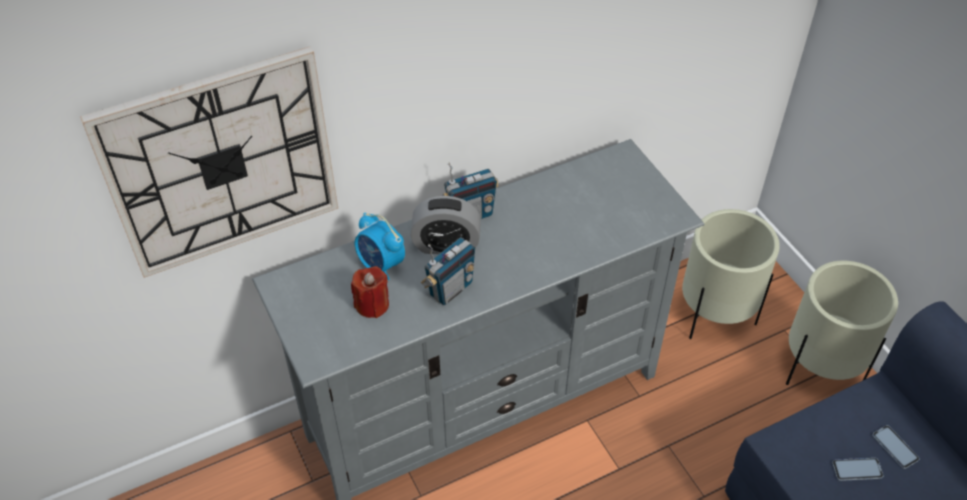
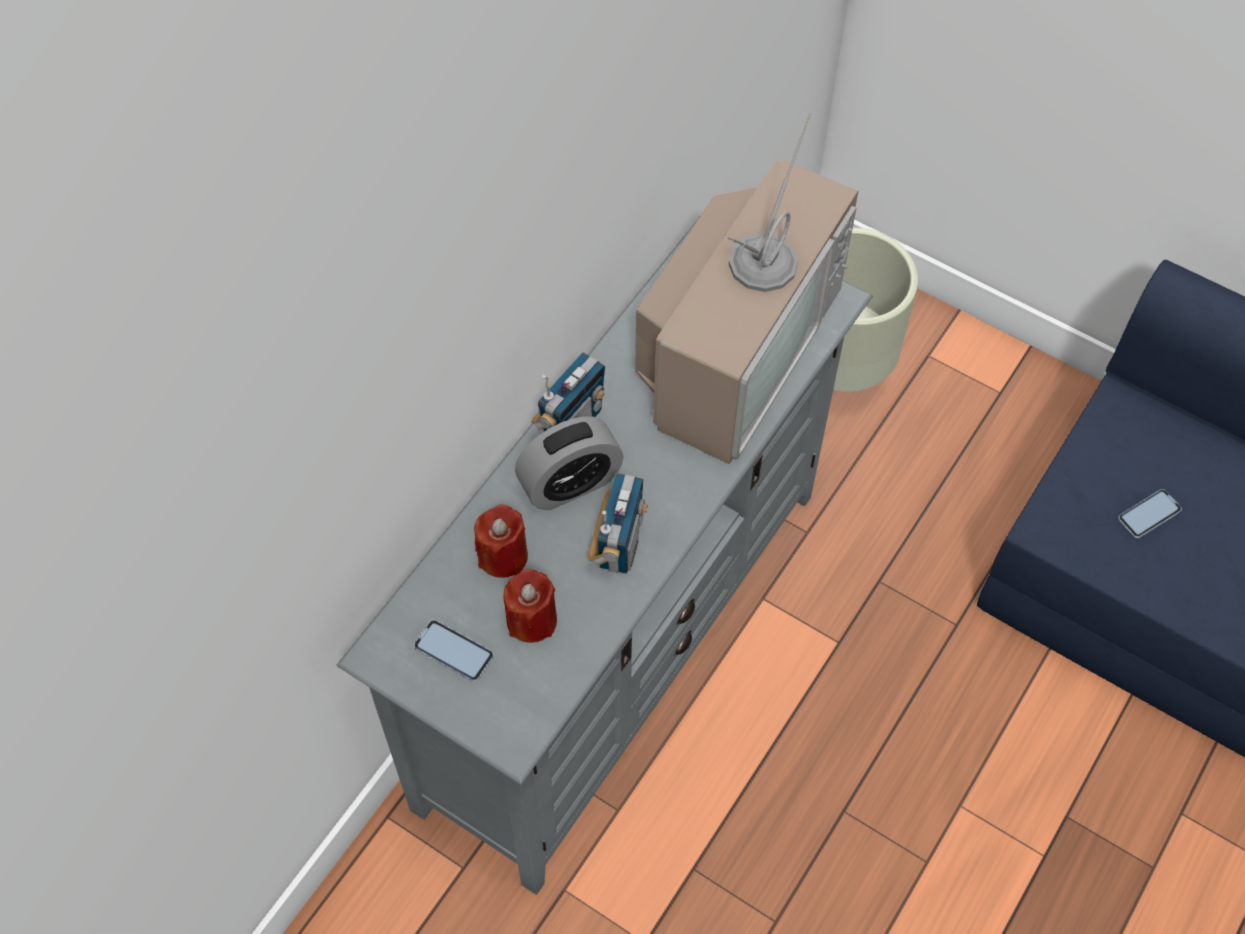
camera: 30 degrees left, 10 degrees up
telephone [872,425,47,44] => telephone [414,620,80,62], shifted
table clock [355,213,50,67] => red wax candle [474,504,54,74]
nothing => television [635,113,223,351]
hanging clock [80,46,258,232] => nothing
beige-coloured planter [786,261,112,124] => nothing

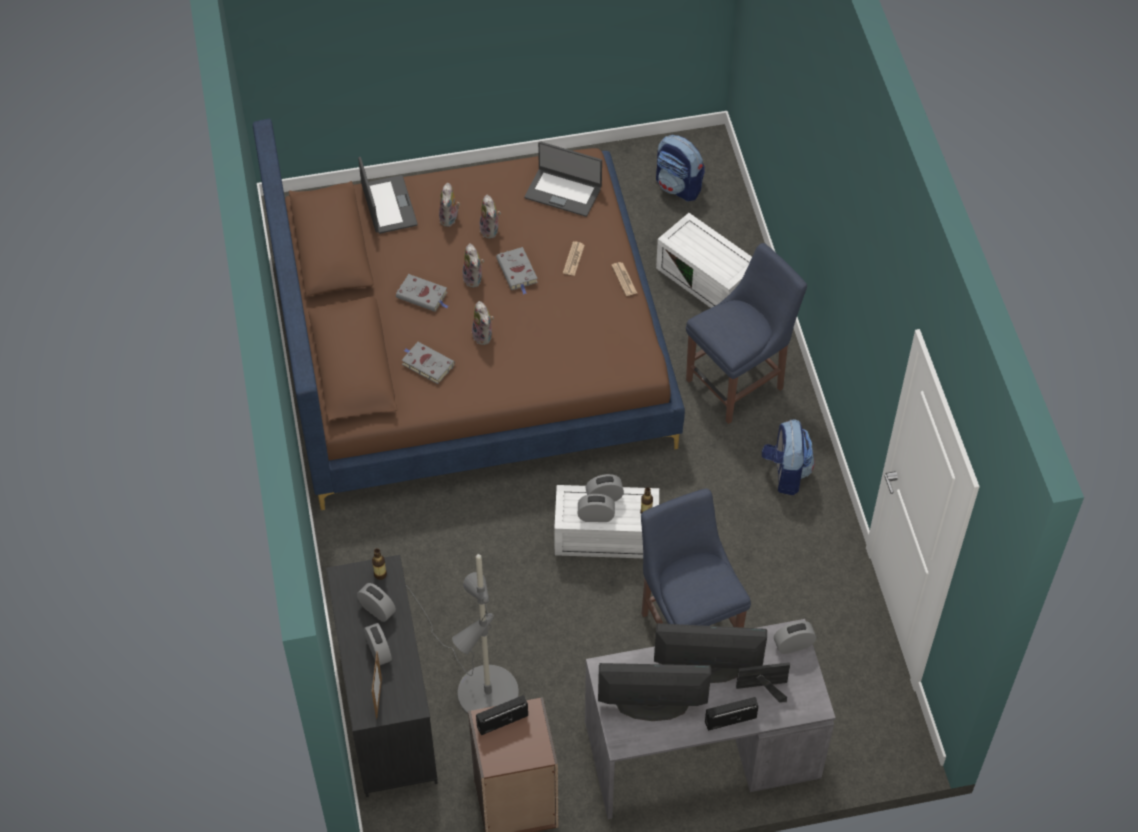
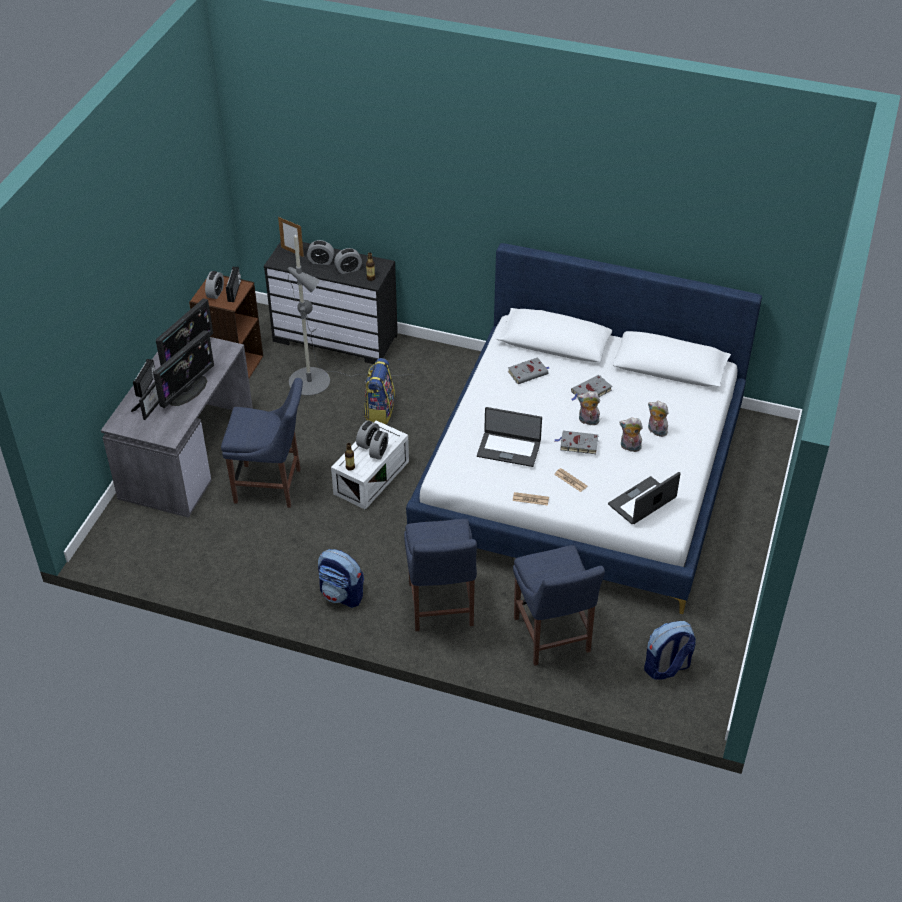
camera: 120 degrees right, 10 degrees down
table clock [774,621,42,33] => table clock [205,271,19,28], shifted
nothing => knapsack [364,358,31,66]
brown-coloured bed [253,119,432,391] => white bed [406,243,356,371]
laptop [358,157,60,77] => laptop [477,407,65,60], shifted
white storage box [656,213,96,95] => bluish plain chair [513,545,92,121]
cuddly toy [472,301,22,44] => nothing

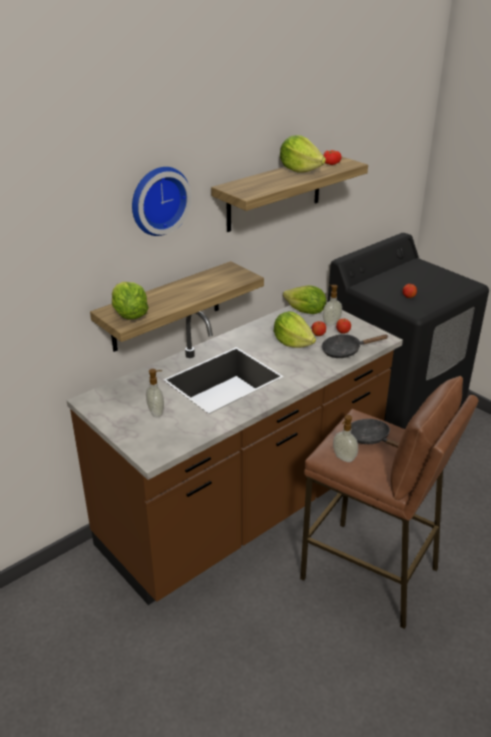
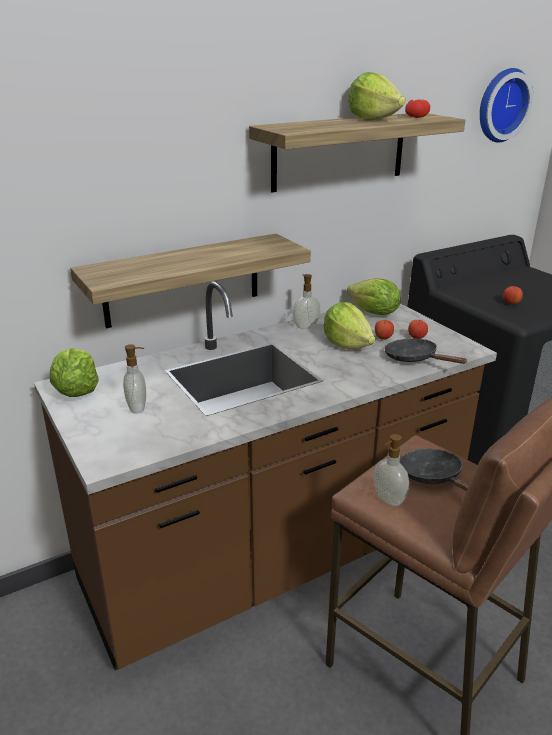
camera: 10 degrees right, 5 degrees down
head of lettuce [112,282,37,38] => head of lettuce [50,348,49,49], shifted
soap bottle [323,285,19,41] => soap bottle [293,274,27,55], shifted
blackish frying pan [322,334,66,24] => blackish frying pan [384,338,84,26], 45 degrees clockwise
hanging clock [132,167,59,69] => hanging clock [480,68,53,75], shifted

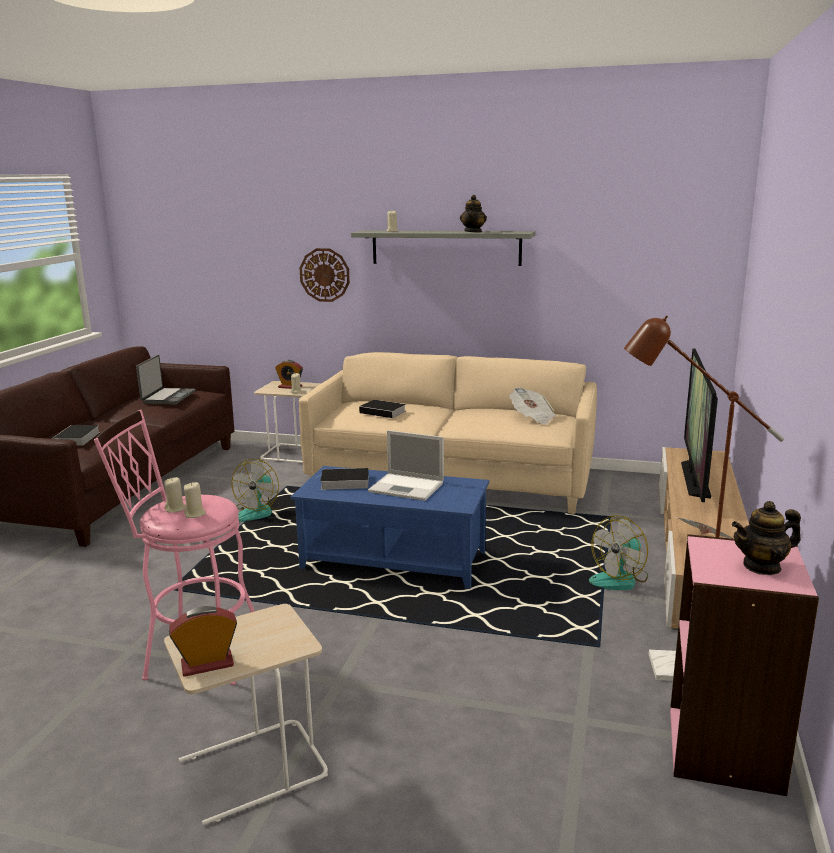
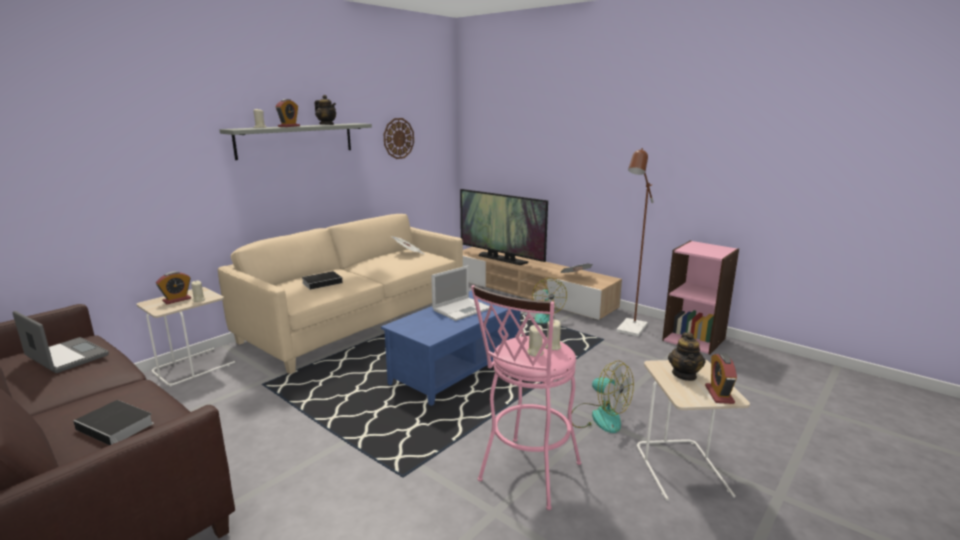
camera: 65 degrees left, 0 degrees up
nothing => table clock [276,99,24,28]
hanging clock [299,248,51,54] => hanging clock [384,118,30,41], shifted
electric fan [231,458,49,64] => electric fan [571,361,63,72], shifted
pot for tea [732,501,69,74] => pot for tea [668,332,37,49], shifted
book [315,468,54,22] => nothing

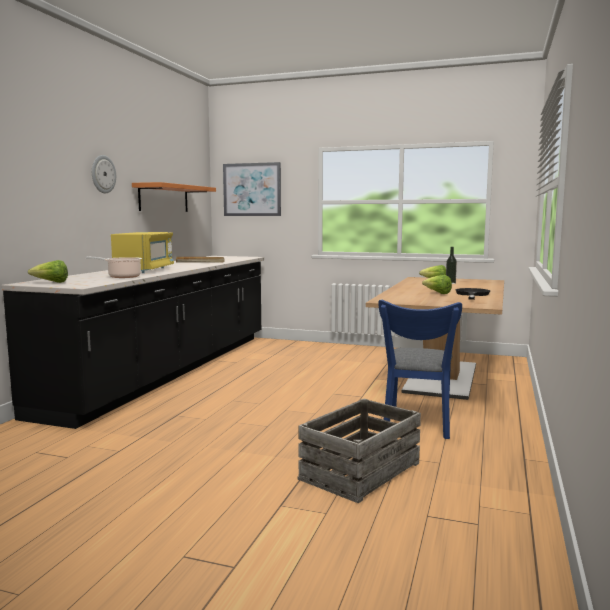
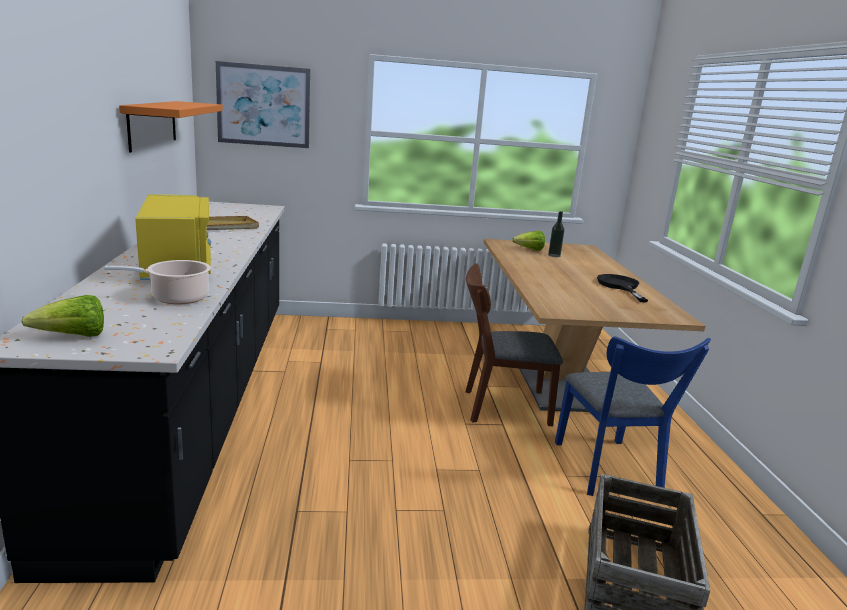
camera: 25 degrees left, 10 degrees up
nothing => brown-coloured plain chair [465,263,98,163]
hanging clock [92,155,24,38] => nothing
head of lettuce [422,275,30,19] => nothing

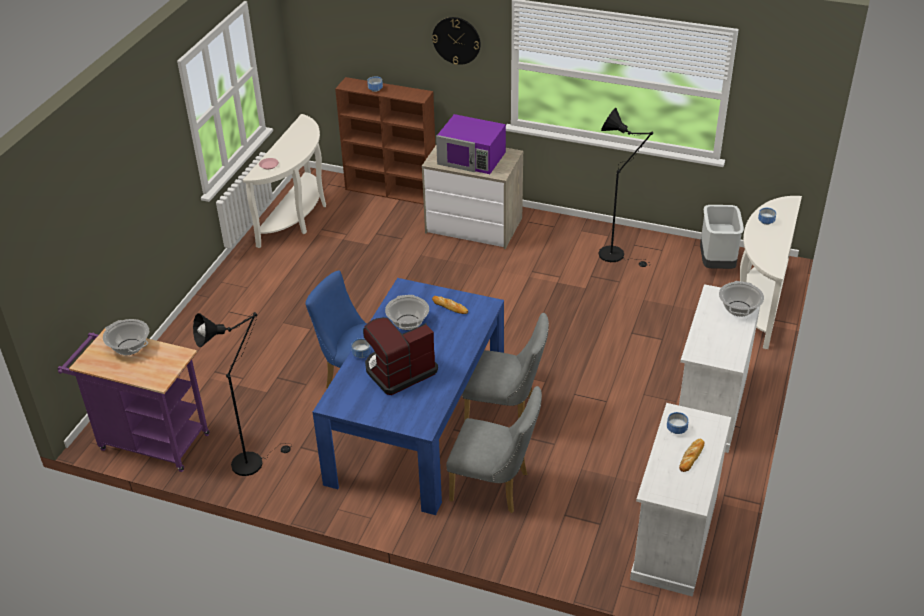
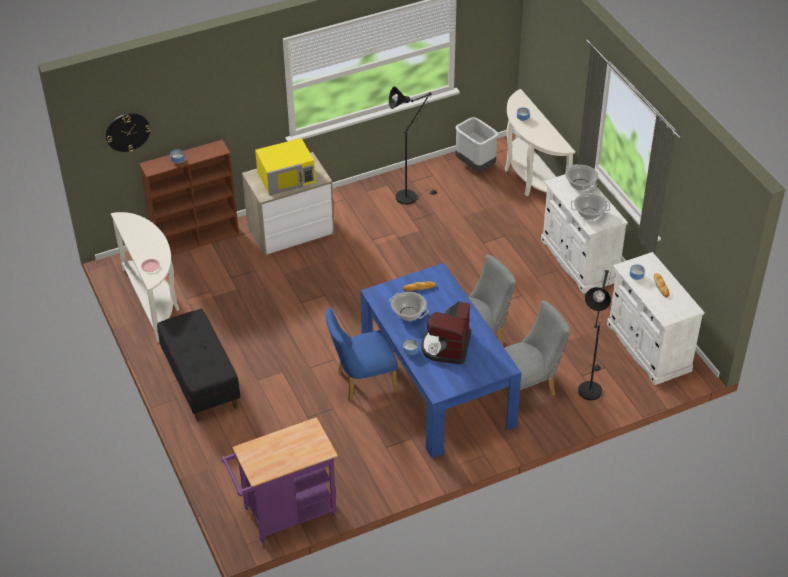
camera: 45 degrees left, 5 degrees up
hanging clock [432,17,48,48] => hanging clock [106,113,44,39], shifted
nothing => blackish long seat [157,309,83,112]
purplish microwave oven [436,114,70,60] => yellowish microwave oven [255,138,60,58]
saucepot [103,319,46,36] => saucepot [571,193,39,27], shifted
blackish standing lamp [193,312,99,164] => blackish standing lamp [578,270,33,130], shifted

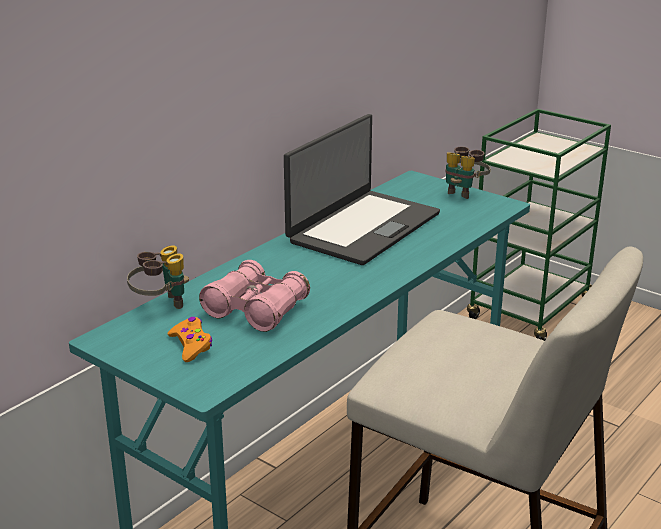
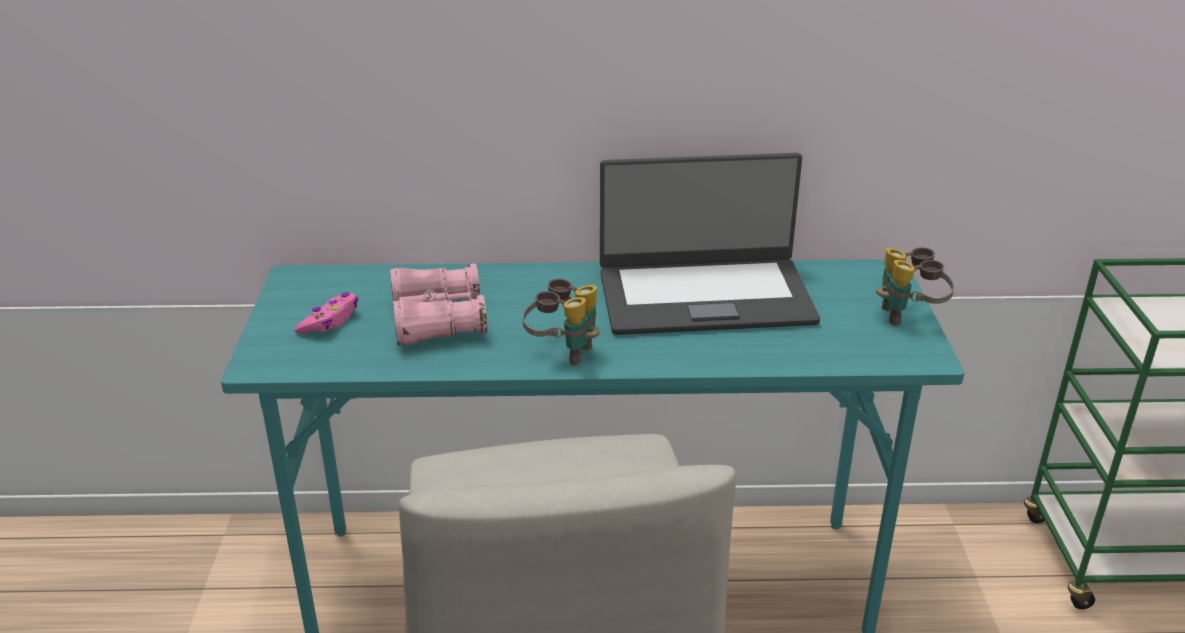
camera: 50 degrees right, 5 degrees up
orange-coloured game controller [168,317,44,45] => pink-coloured game controller [294,292,64,42]
binoculars [127,245,62,64] => binoculars [522,279,77,86], shifted

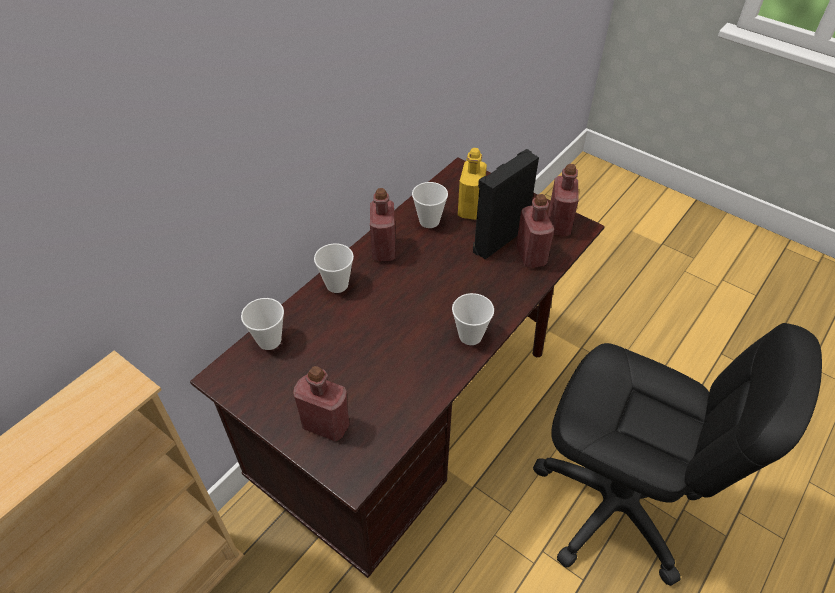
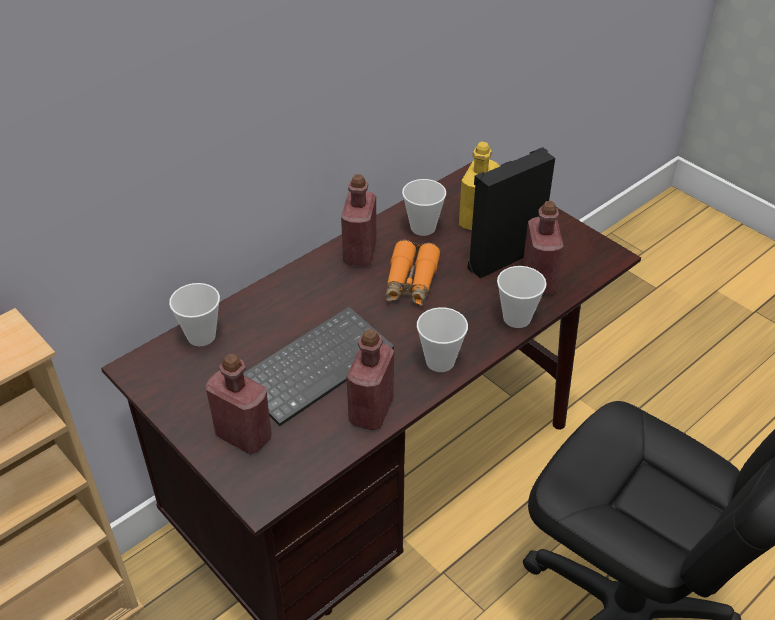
camera: 10 degrees right, 5 degrees down
nothing => PC keyboard [243,307,151,119]
red beverage bottle [548,164,31,72] => red beverage bottle [346,329,48,101], shifted
nothing => orange-coloured binoculars [385,240,56,66]
cup [314,243,40,50] => cup [497,266,50,62], shifted

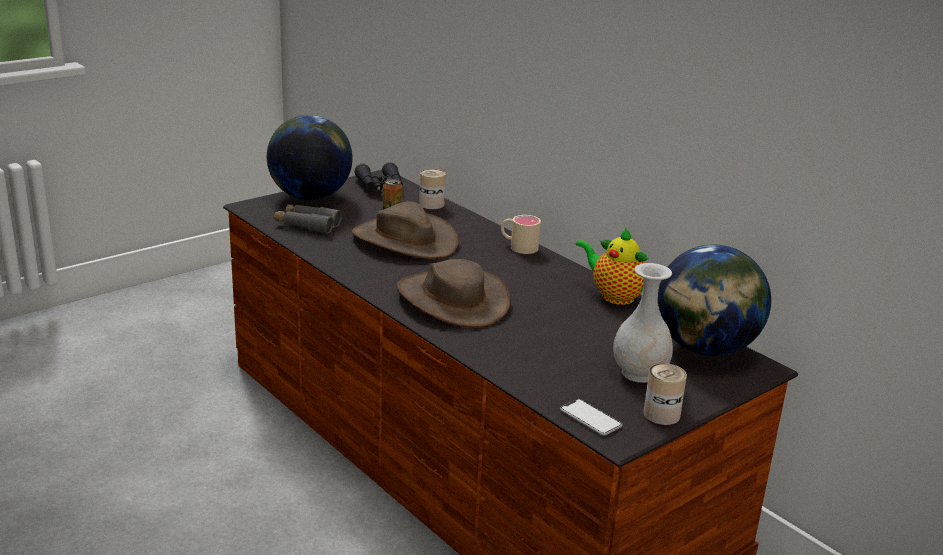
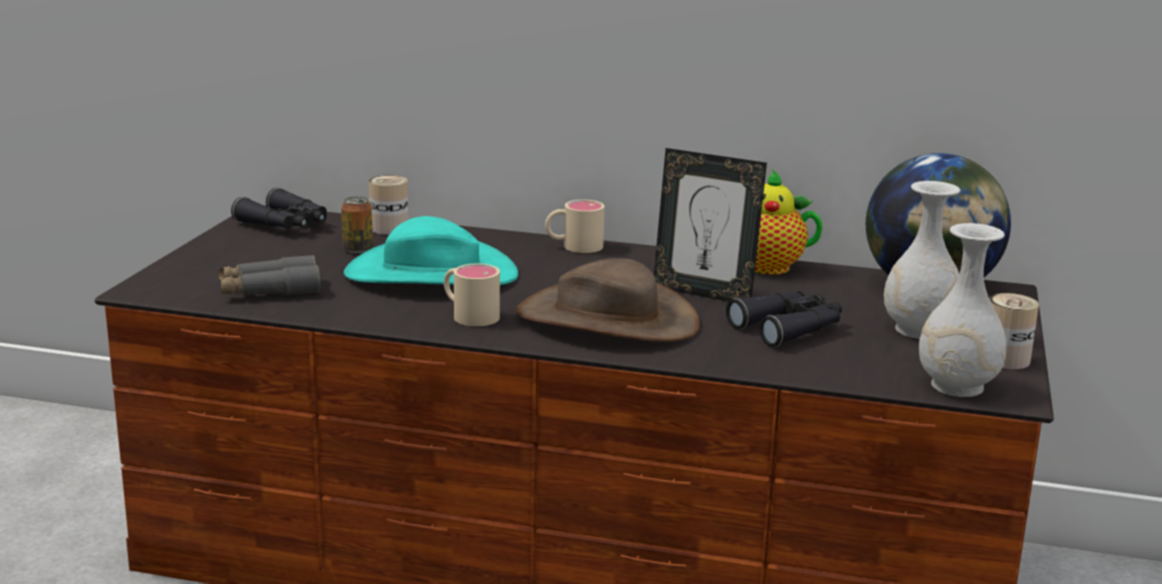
camera: 35 degrees left, 5 degrees down
brown-coloured clothing hat [352,202,107,57] => turquoise clothing hat [344,216,174,69]
nothing => beige-coloured mug [444,264,56,62]
nothing => photo frame [654,148,113,154]
nothing => blackish binoculars [726,291,116,56]
telephone [560,399,63,36] => white flower vase [919,223,87,174]
world globe [267,115,86,85] => nothing

